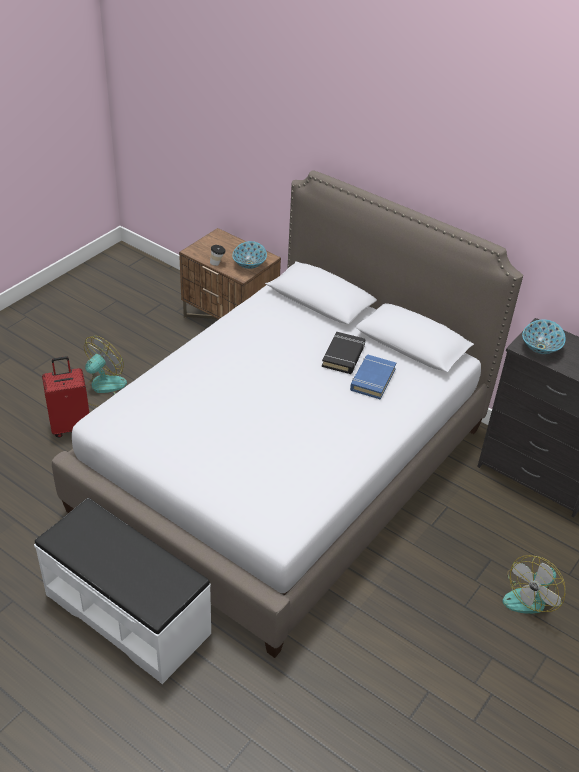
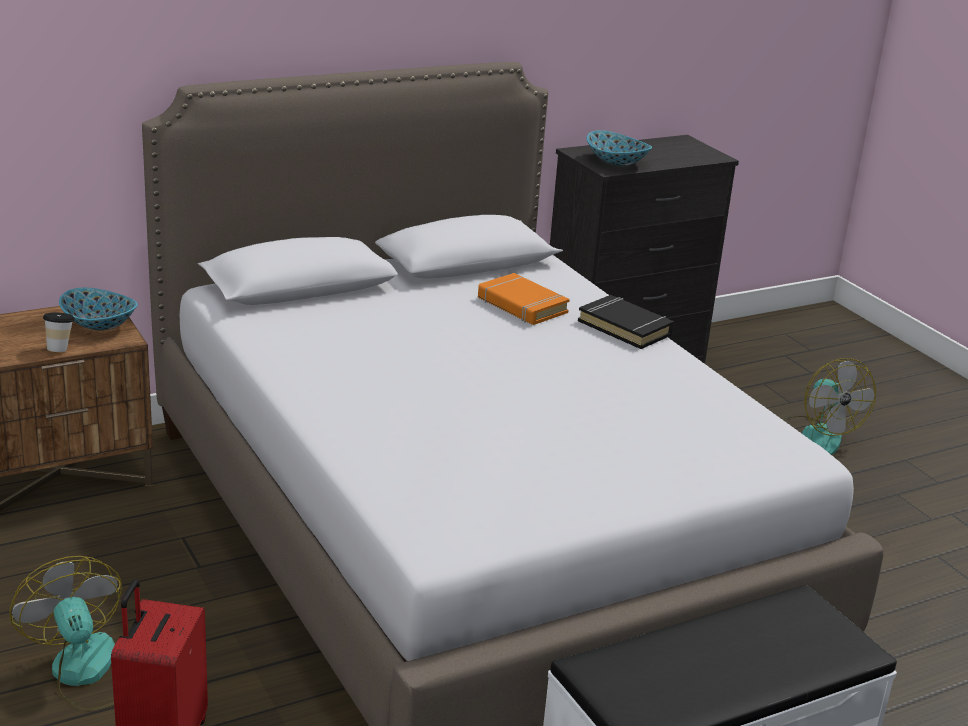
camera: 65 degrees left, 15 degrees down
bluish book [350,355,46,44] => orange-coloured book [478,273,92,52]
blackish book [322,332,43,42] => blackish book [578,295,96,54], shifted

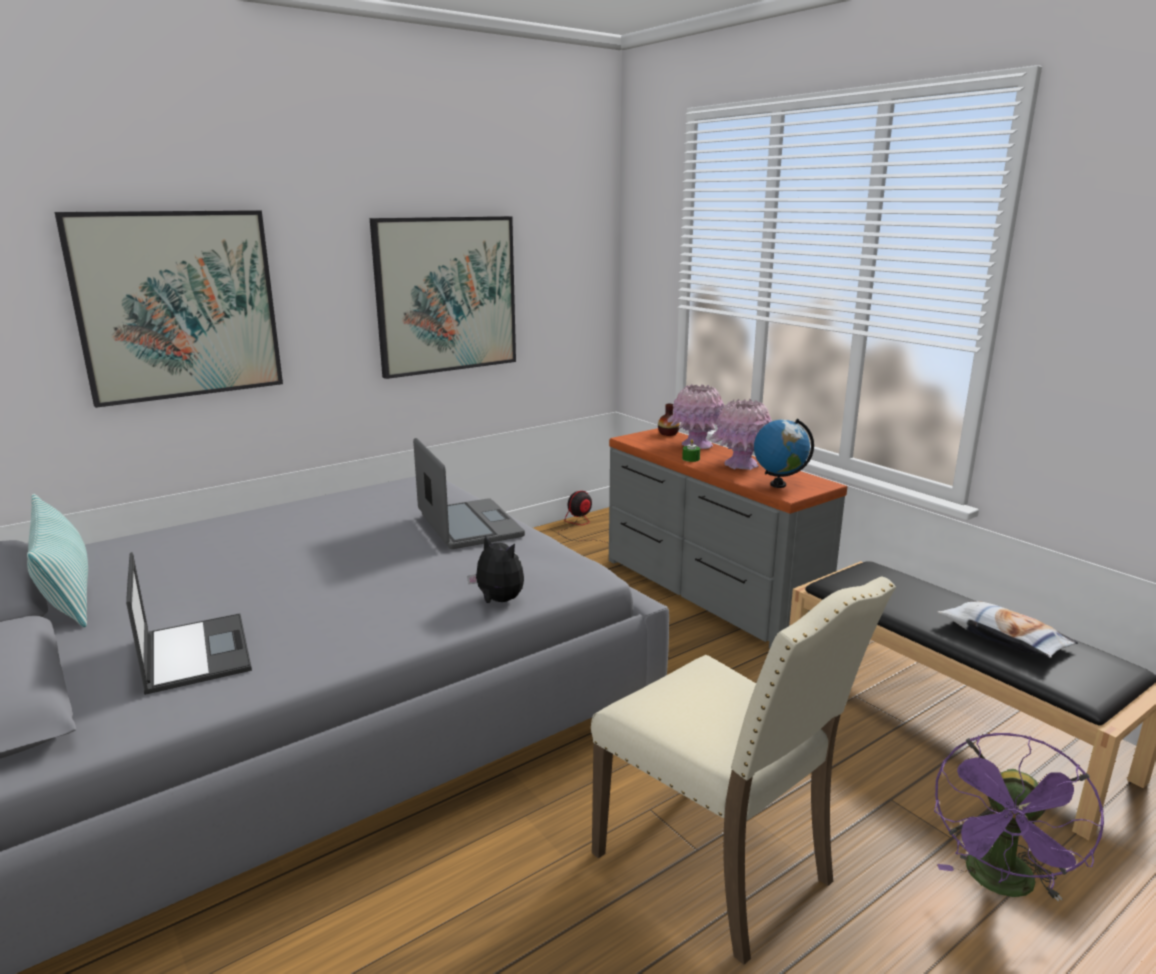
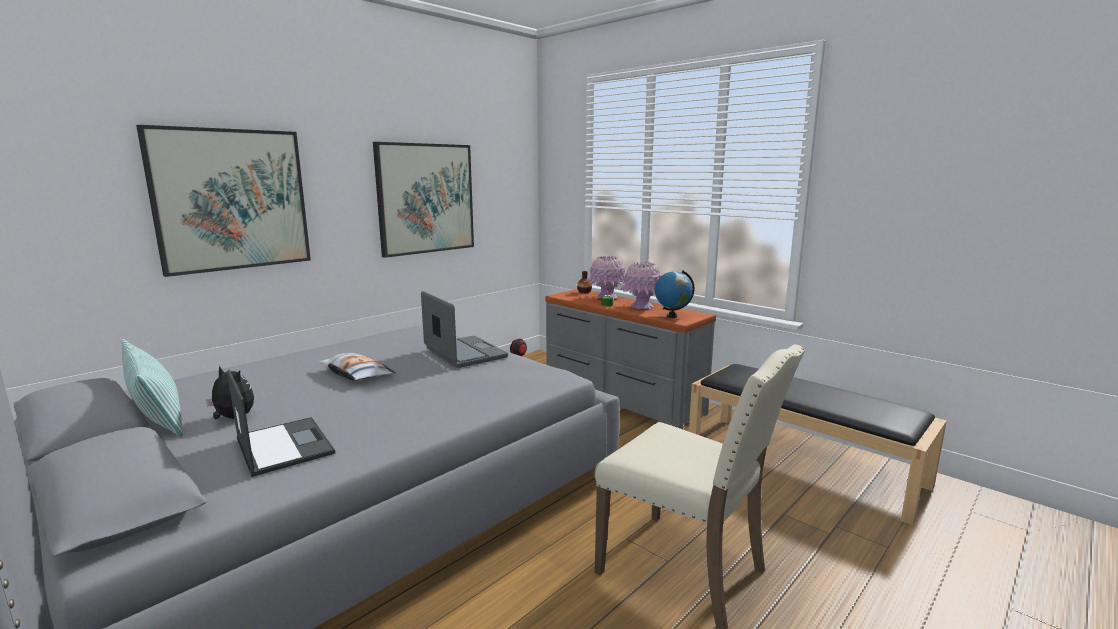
camera: 10 degrees left, 5 degrees down
cuddly toy [467,535,57,68] => cuddly toy [206,366,48,53], shifted
throw pillow [937,601,141,57] => throw pillow [319,353,77,27], shifted
purplish electric fan [934,733,170,169] => nothing

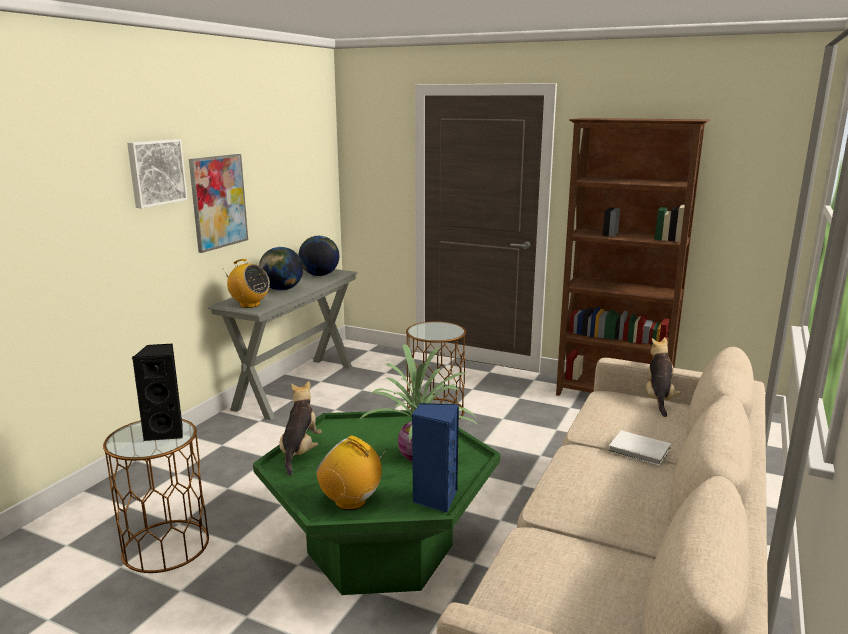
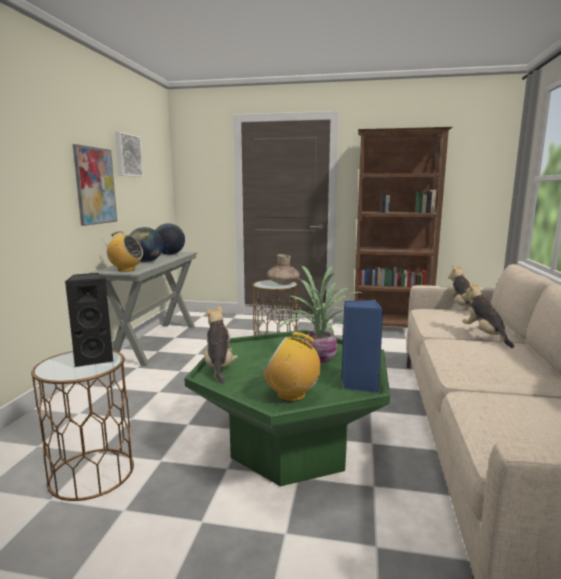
camera: 15 degrees left, 5 degrees down
wall picture [127,139,61,69] => wall picture [115,132,29,45], shifted
nothing => brown-coloured flower vase [267,254,33,31]
white book [608,431,63,35] => cuddly toy [461,282,53,66]

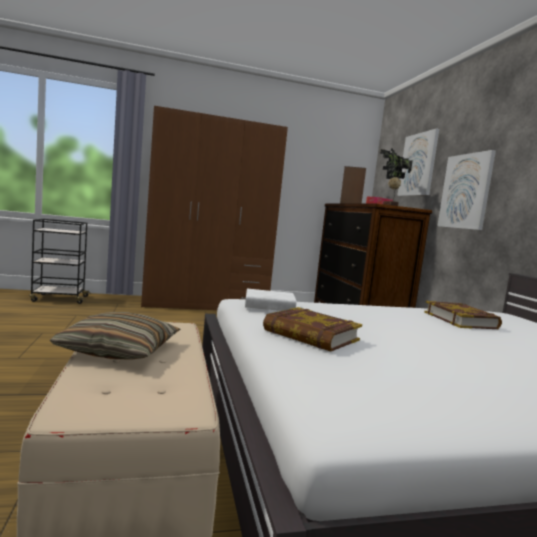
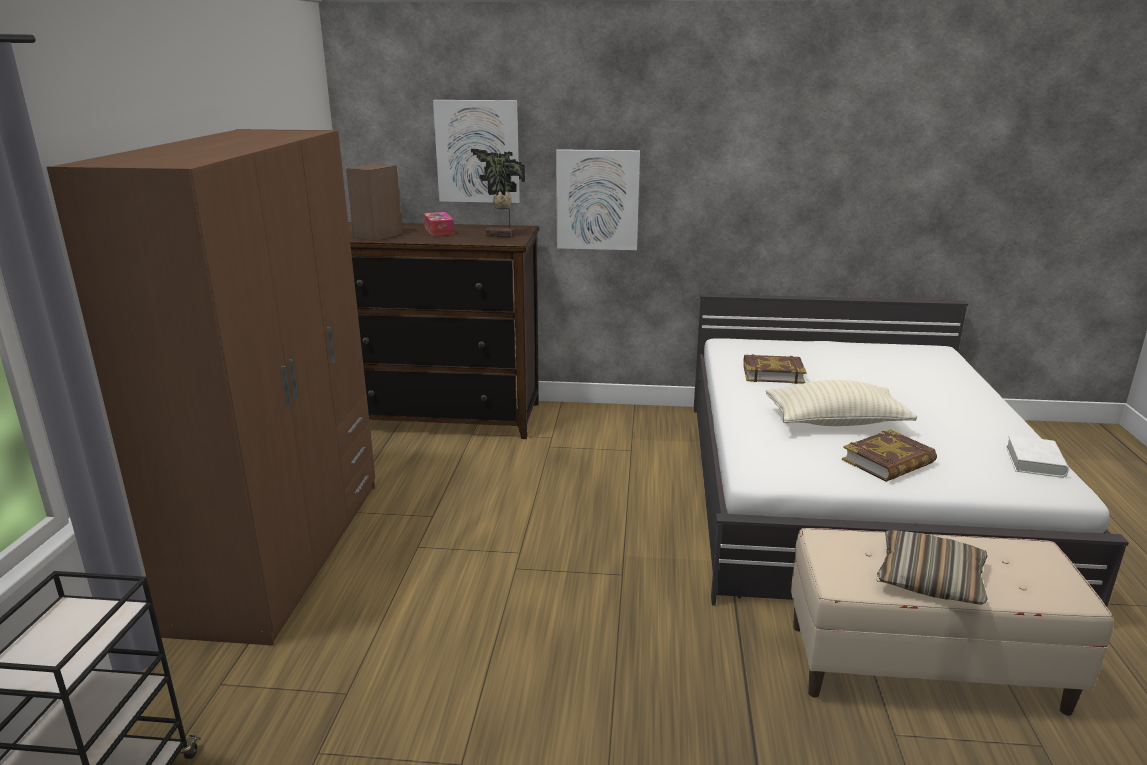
camera: 70 degrees left, 15 degrees up
nothing => beige-coloured throw pillow [766,380,151,46]
white book [245,289,51,22] => white book [1006,435,63,43], shifted

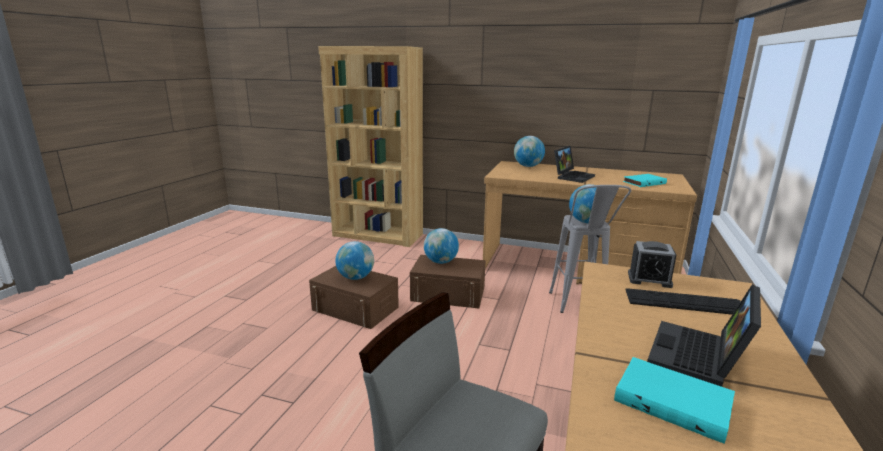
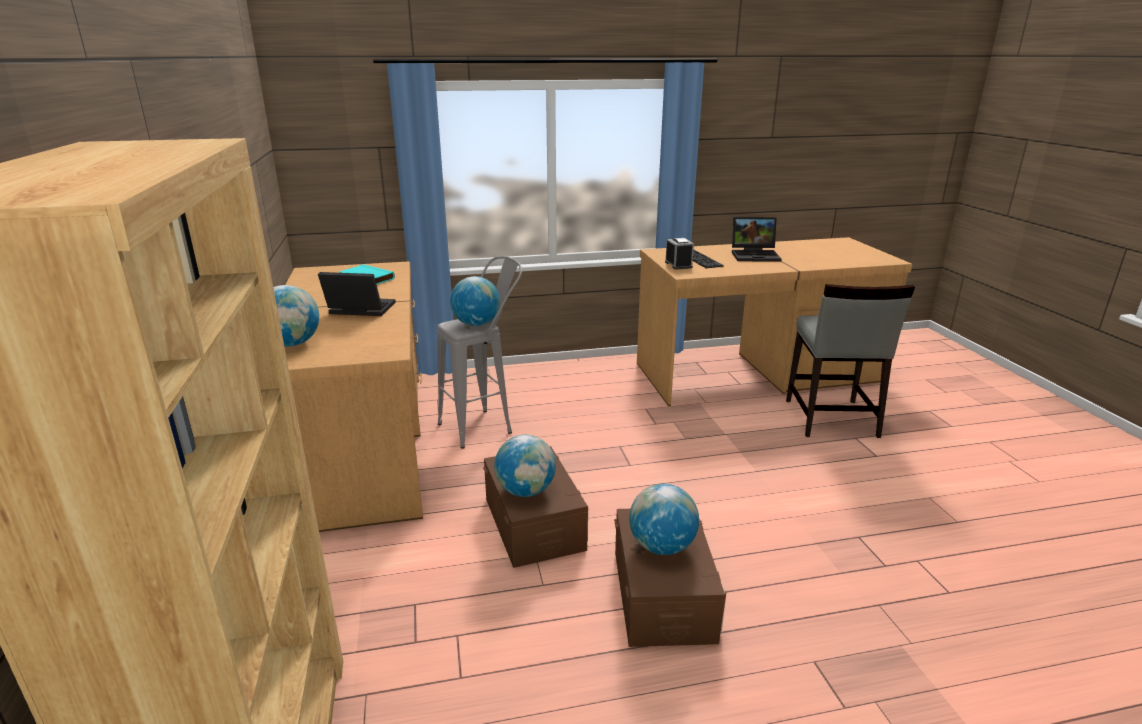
camera: 120 degrees left, 5 degrees up
turquoise book [614,357,121,87] => nothing

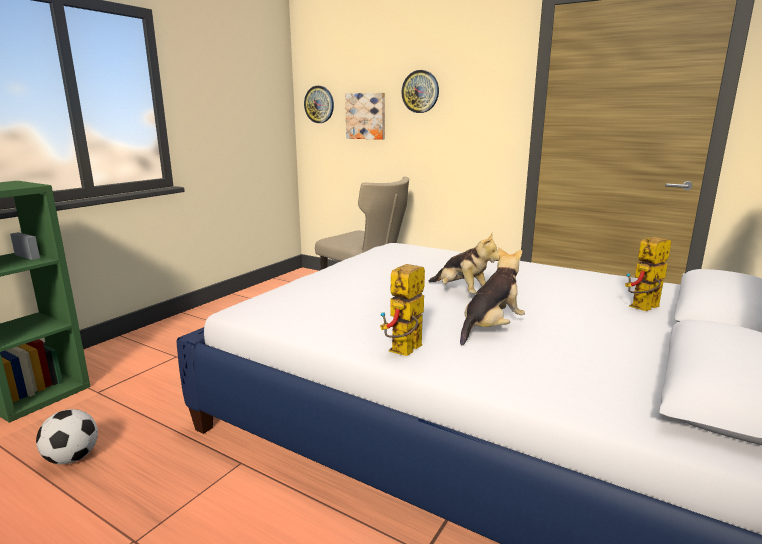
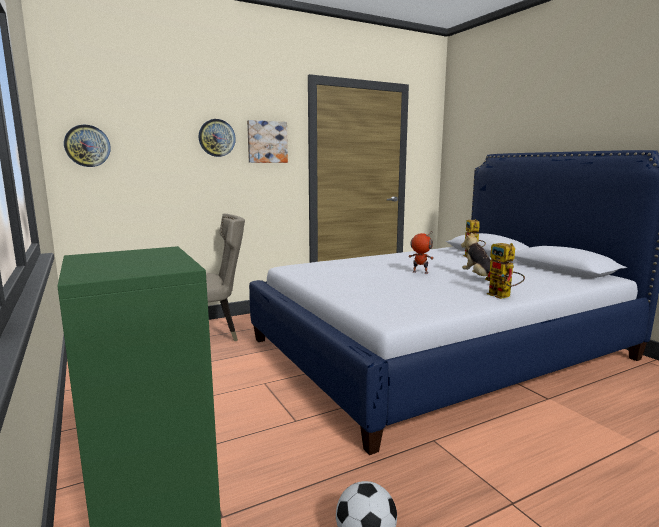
camera: 60 degrees left, 5 degrees down
wall picture [345,93,40,47] => wall picture [247,120,41,43], shifted
cuddly toy [428,233,71,61] => toy robot [408,232,26,42]

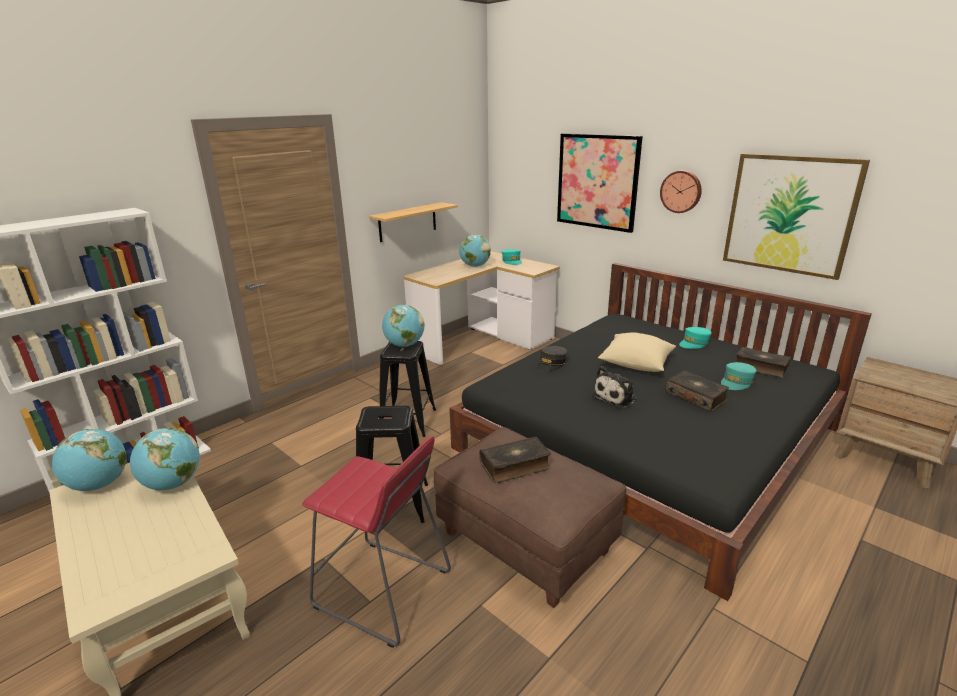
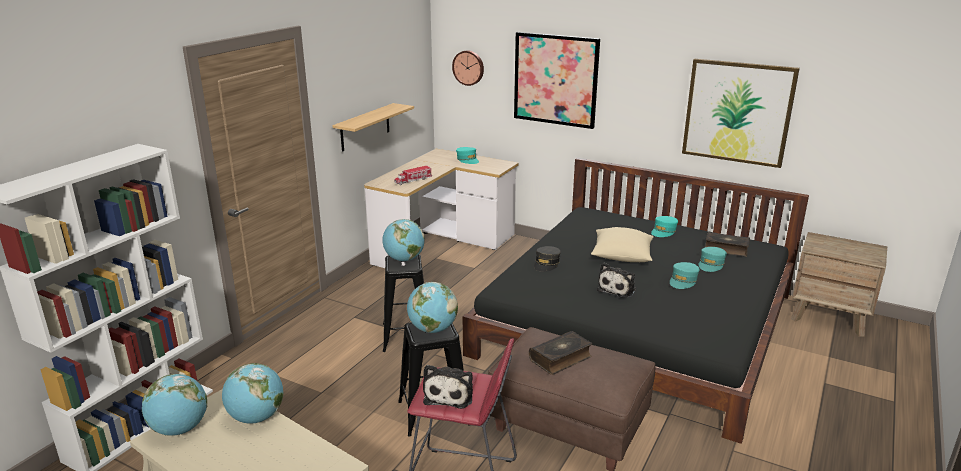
camera: 15 degrees left, 0 degrees up
nothing => model truck [394,165,38,20]
world globe [459,235,32,32] => world globe [407,282,51,51], shifted
nothing => cuddly toy [423,365,50,44]
hanging clock [660,170,42,43] => hanging clock [452,50,32,36], shifted
book [665,370,64,41] => turquoise cap [670,262,30,27]

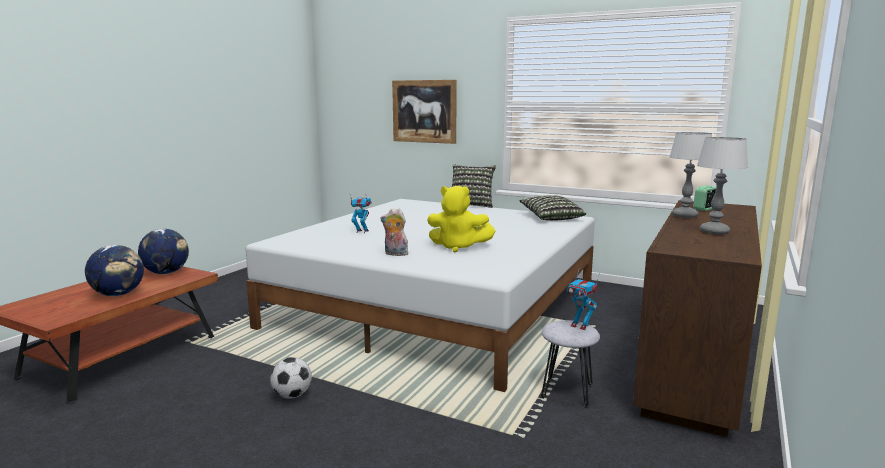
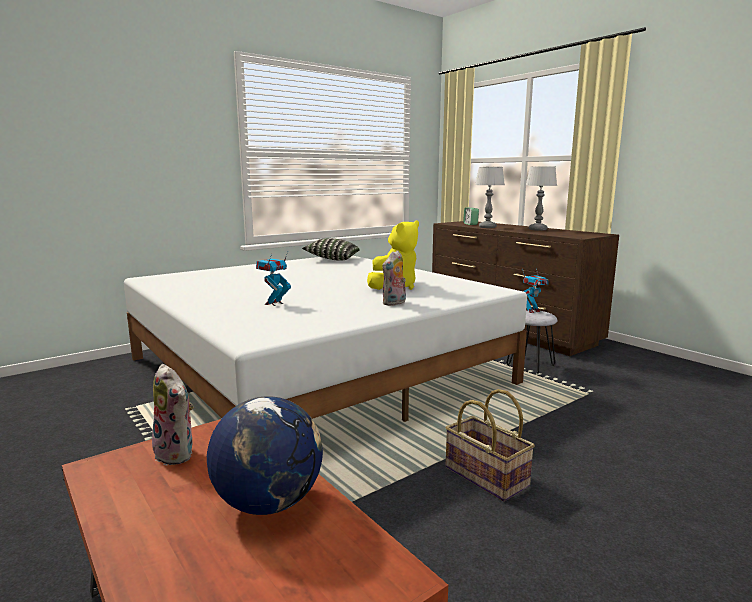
camera: 65 degrees left, 0 degrees up
world globe [138,229,51,45] => cuddly toy [152,364,42,102]
football ball [270,357,42,42] => household basket [446,389,89,112]
wall picture [392,80,65,64] => nothing
throw pillow [452,164,44,44] => nothing

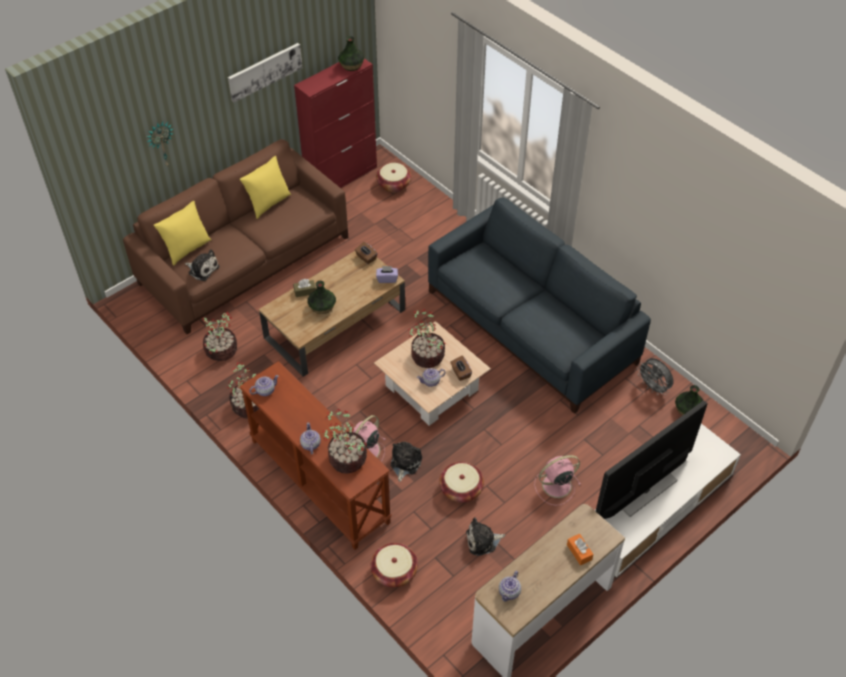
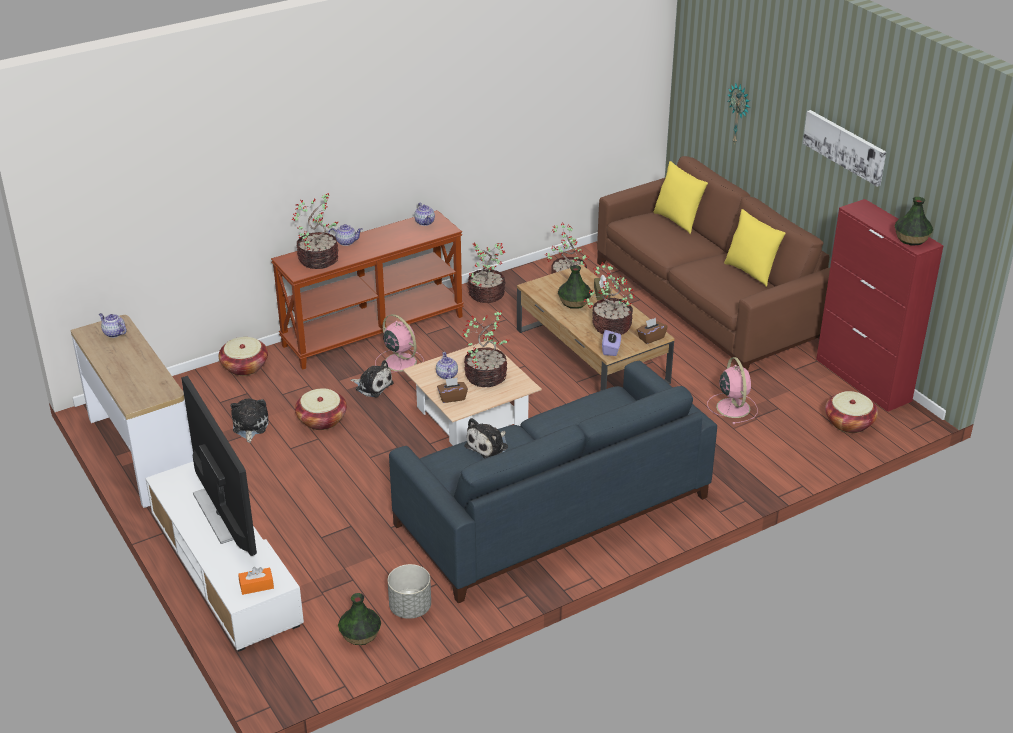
camera: 100 degrees right, 15 degrees down
orange-coloured tissue holder [567,534,26,31] => orange-coloured tissue holder [238,567,36,28], shifted
grey electric fan [637,358,36,37] => grey planter [388,564,43,55]
cuddly toy [185,249,35,32] => cuddly toy [464,418,44,41], shifted
nothing => potted plant [583,262,52,73]
pink-coloured electric fan [535,455,46,50] => pink-coloured electric fan [707,357,51,67], shifted

